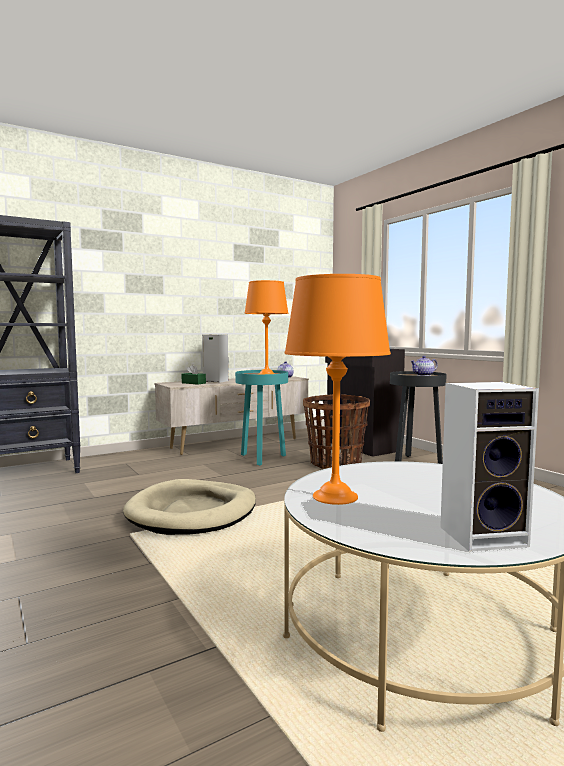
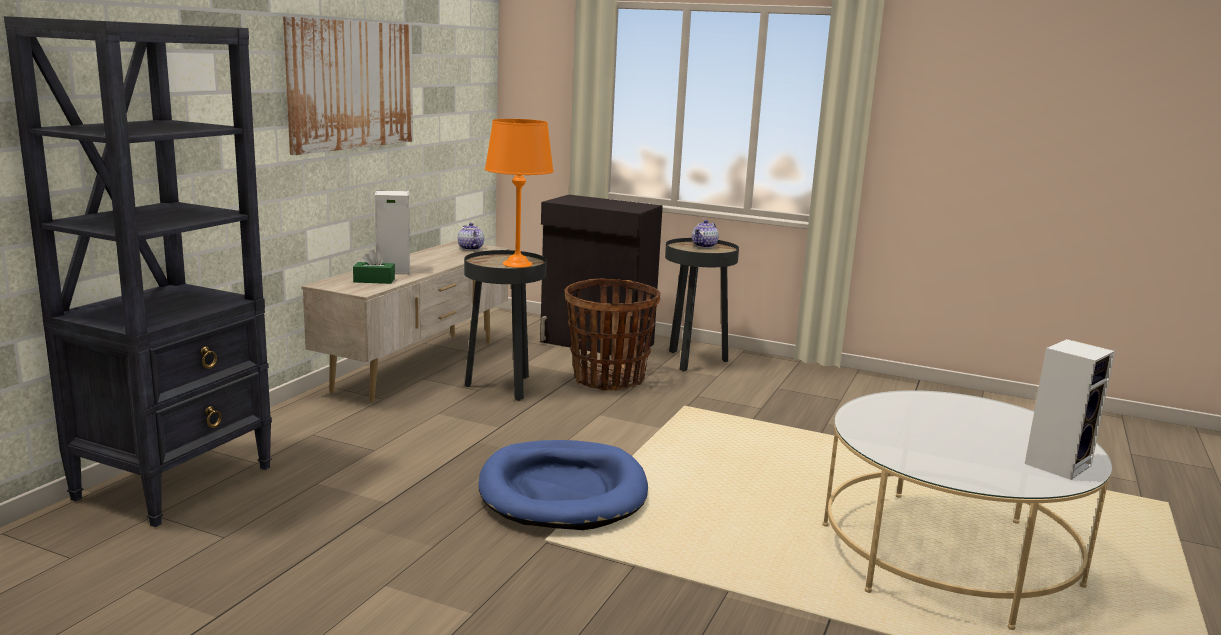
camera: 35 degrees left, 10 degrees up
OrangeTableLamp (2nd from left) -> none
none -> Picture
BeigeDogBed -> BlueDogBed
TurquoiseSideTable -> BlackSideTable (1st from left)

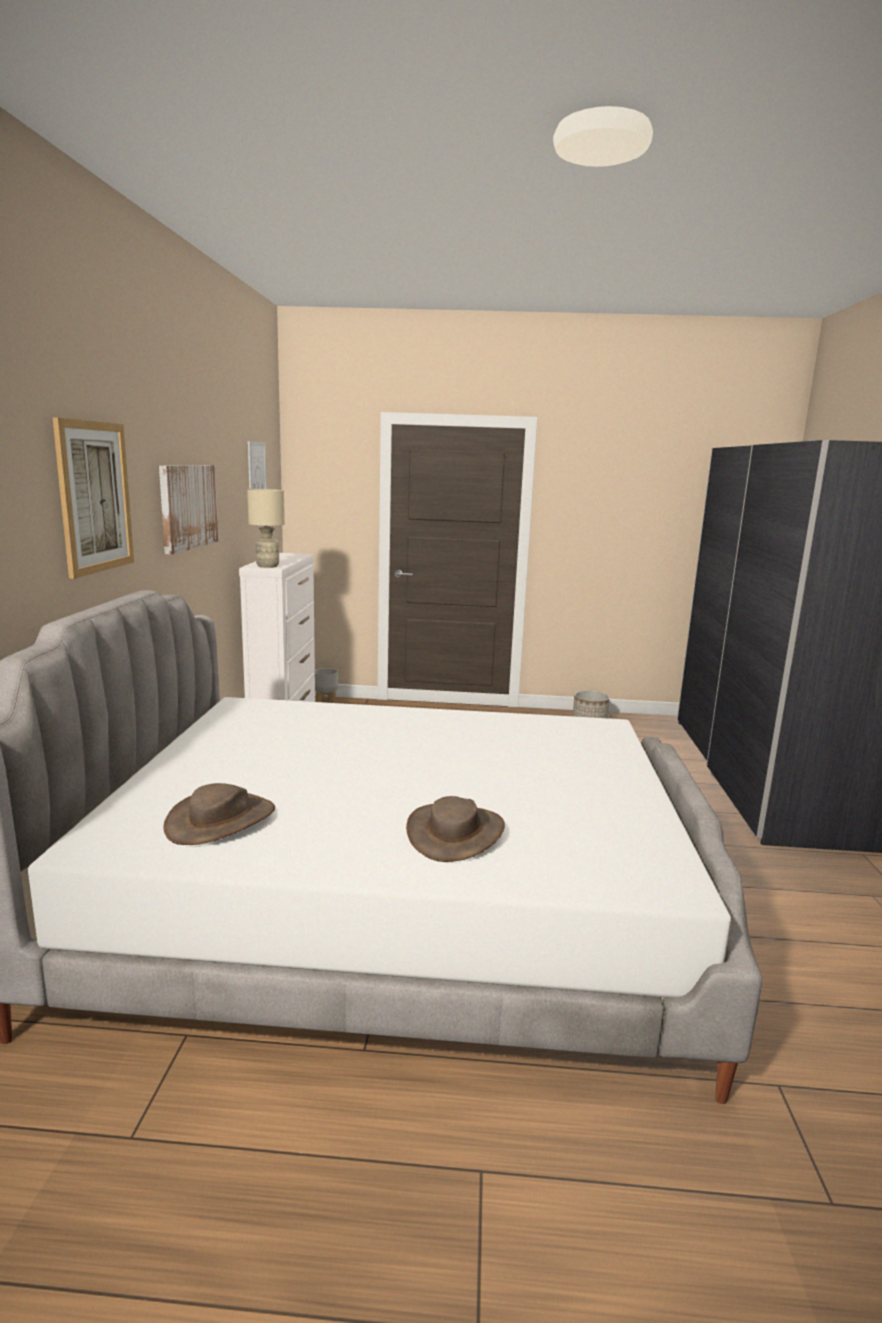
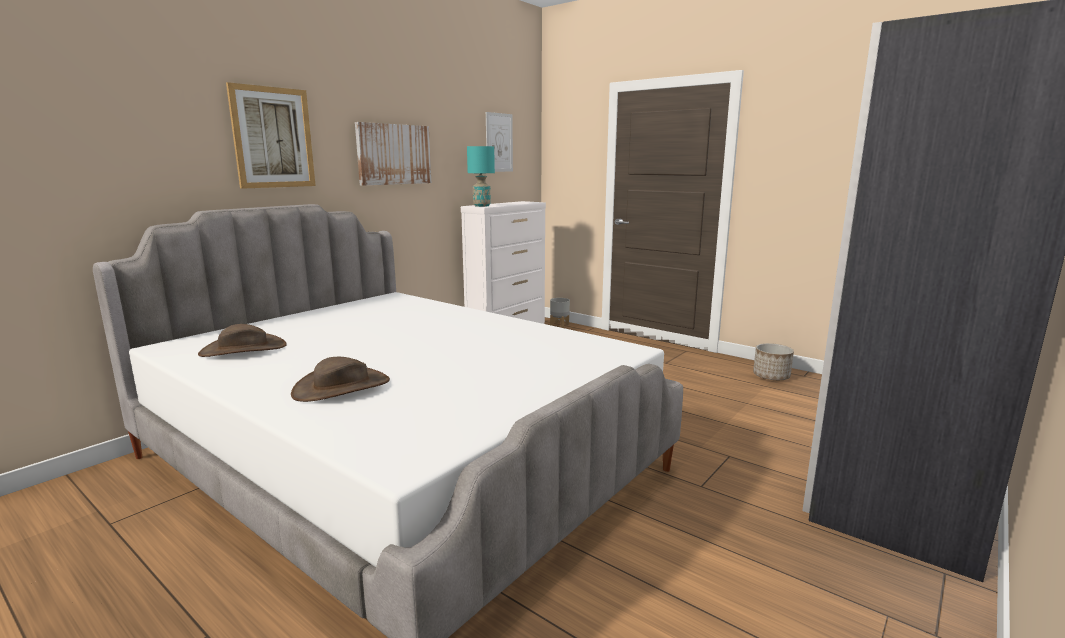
camera: 35 degrees right, 0 degrees up
BeigeTableLamp -> TurquoiseTableLamp

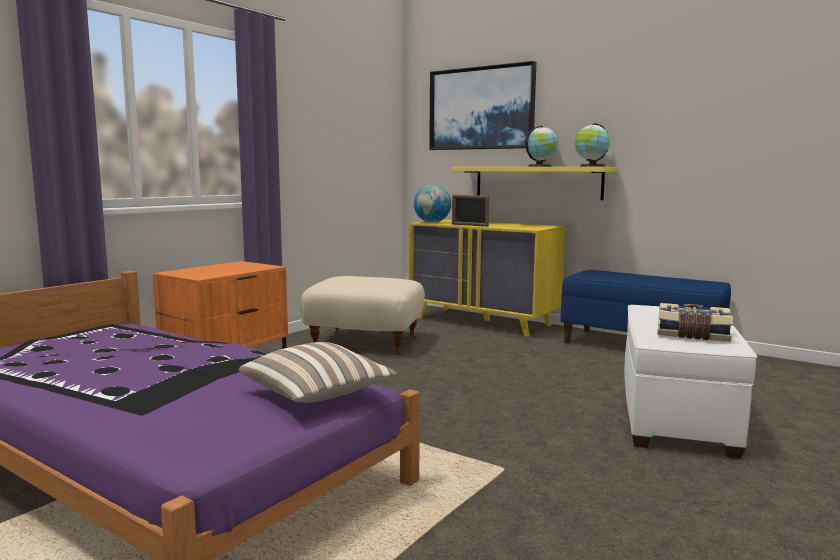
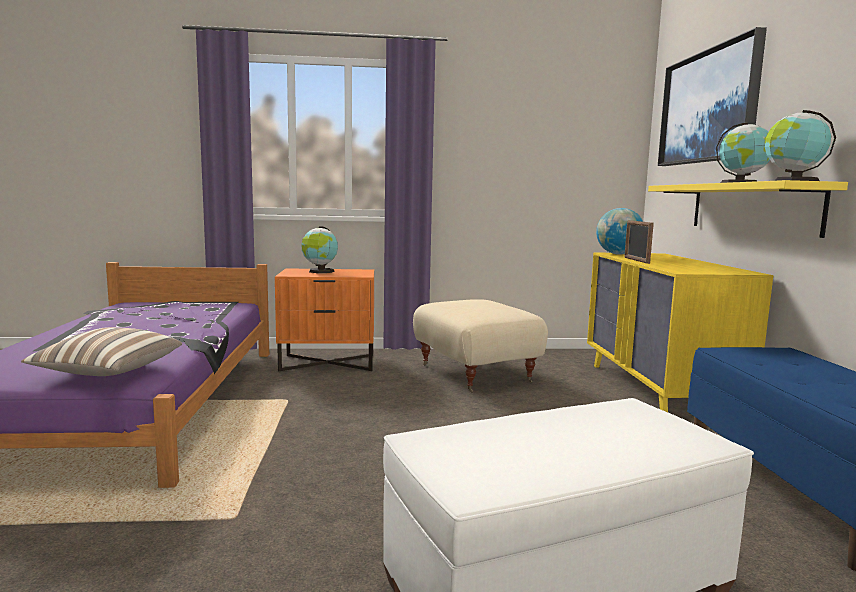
camera: 50 degrees right, 0 degrees up
Book -> none
none -> Globe (1st from left)

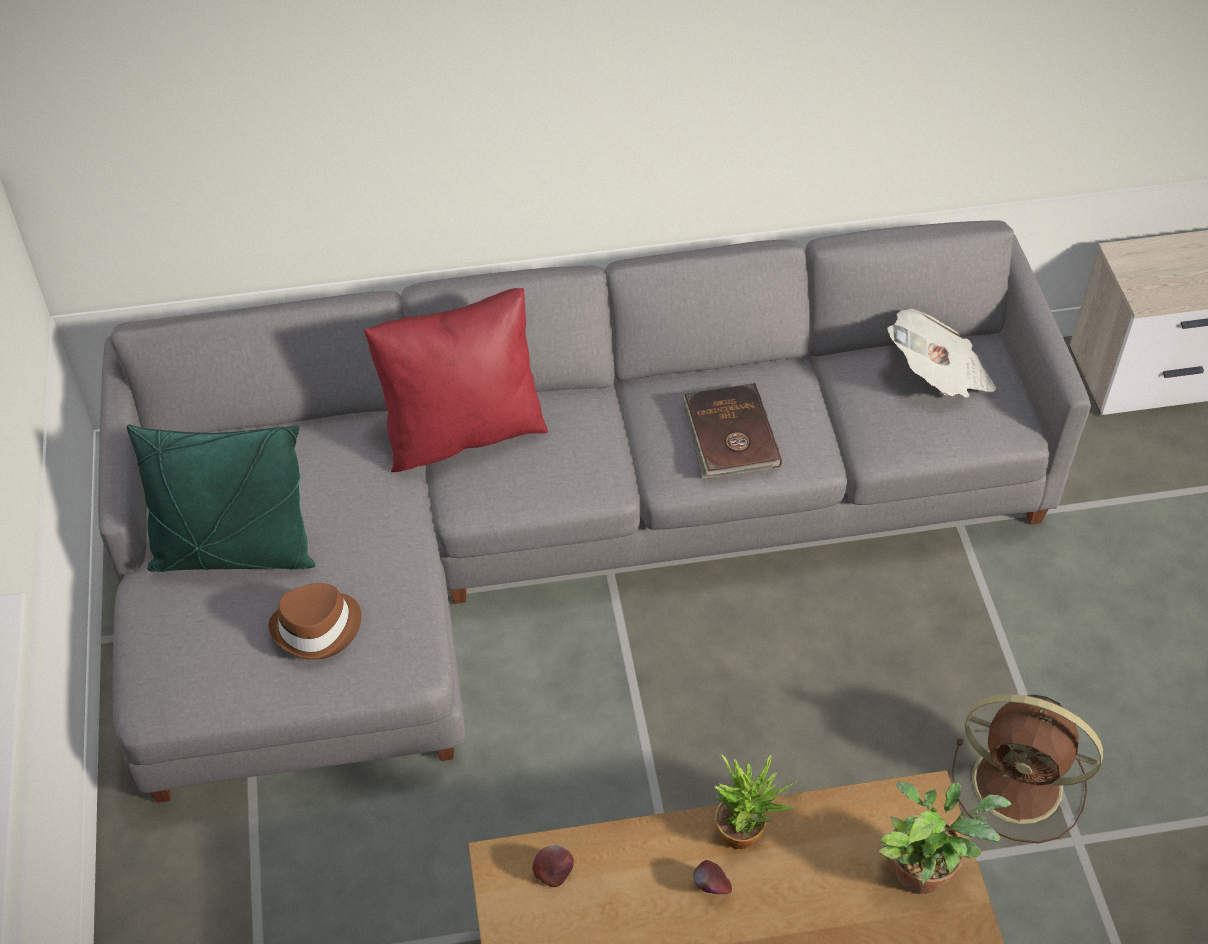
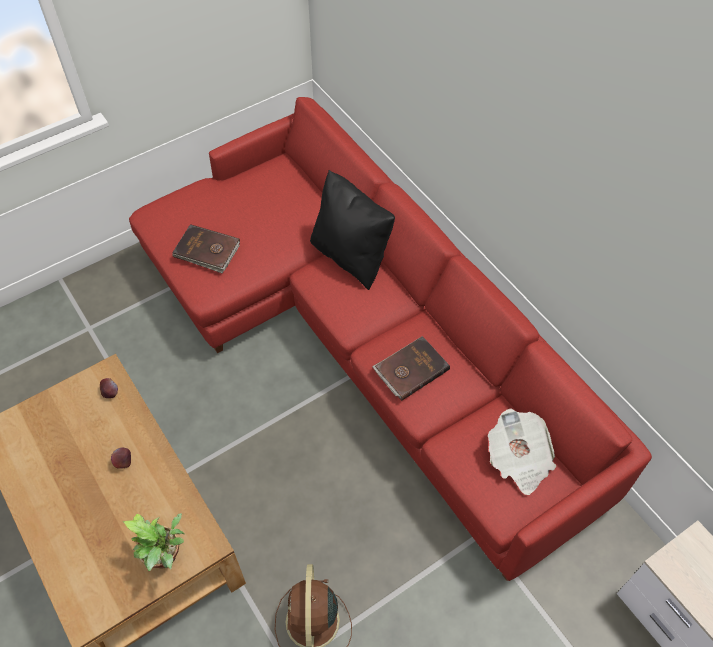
camera: 65 degrees right, 5 degrees up
GreenPillow -> none
PottedPlant (1st from left) -> none
BrownHat -> BrownBook (1st from left)
GreySofa -> RedSofa
RedPillow -> BlackPillow

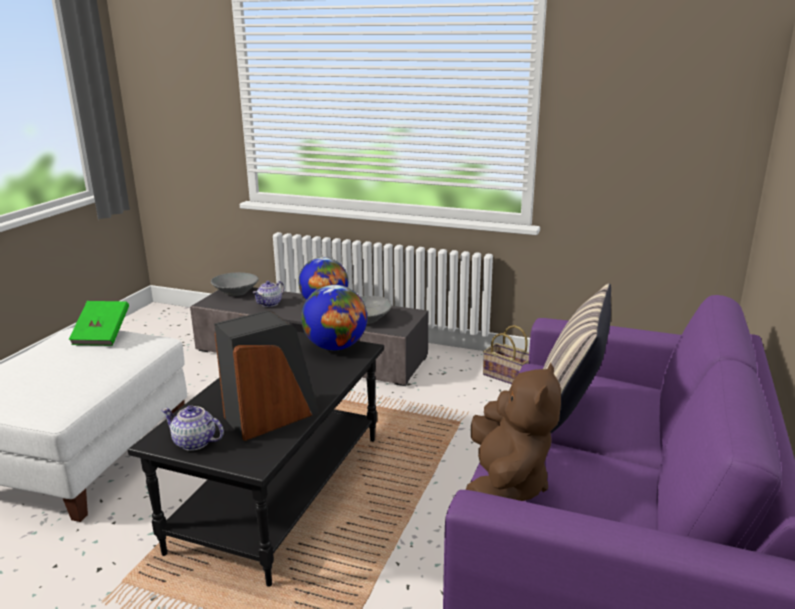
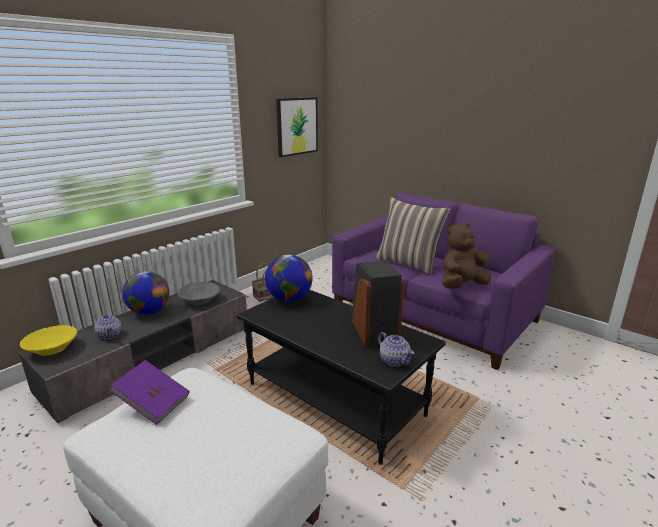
camera: 70 degrees left, 0 degrees up
none -> Picture
GreenBook -> PurpleBook
GreyBowl (1st from left) -> YellowBowl
Teapot (1st from left in the first image) -> Teapot (2nd from left), 75 degrees counterclockwise
BrownPlushToy, 60 degrees counterclockwise

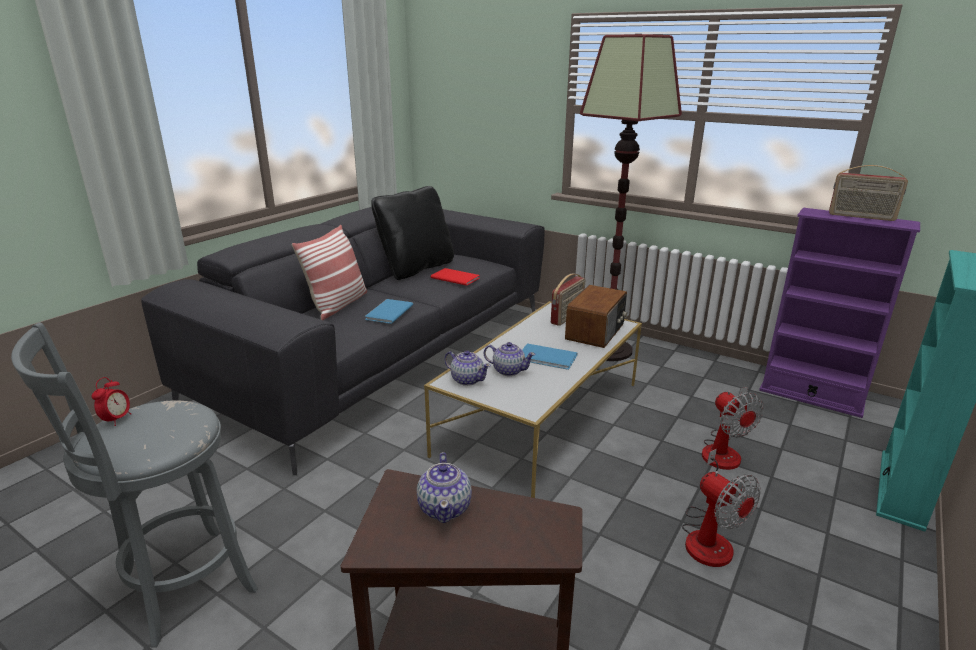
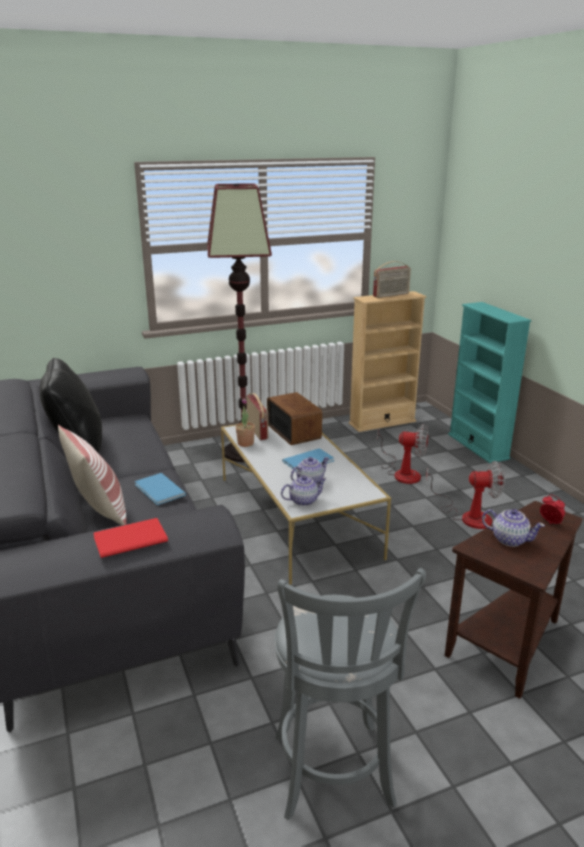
camera: 55 degrees left, 0 degrees up
none -> PottedPlant
AlarmClock, move
RedBook, move
PurpleBookcase -> BeigeBookcase

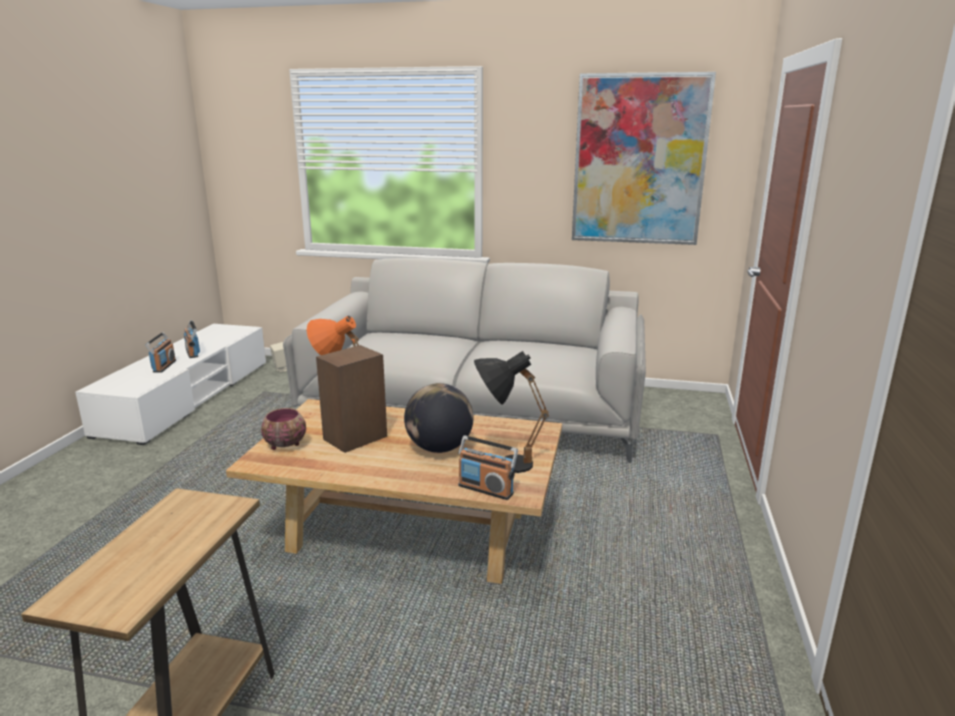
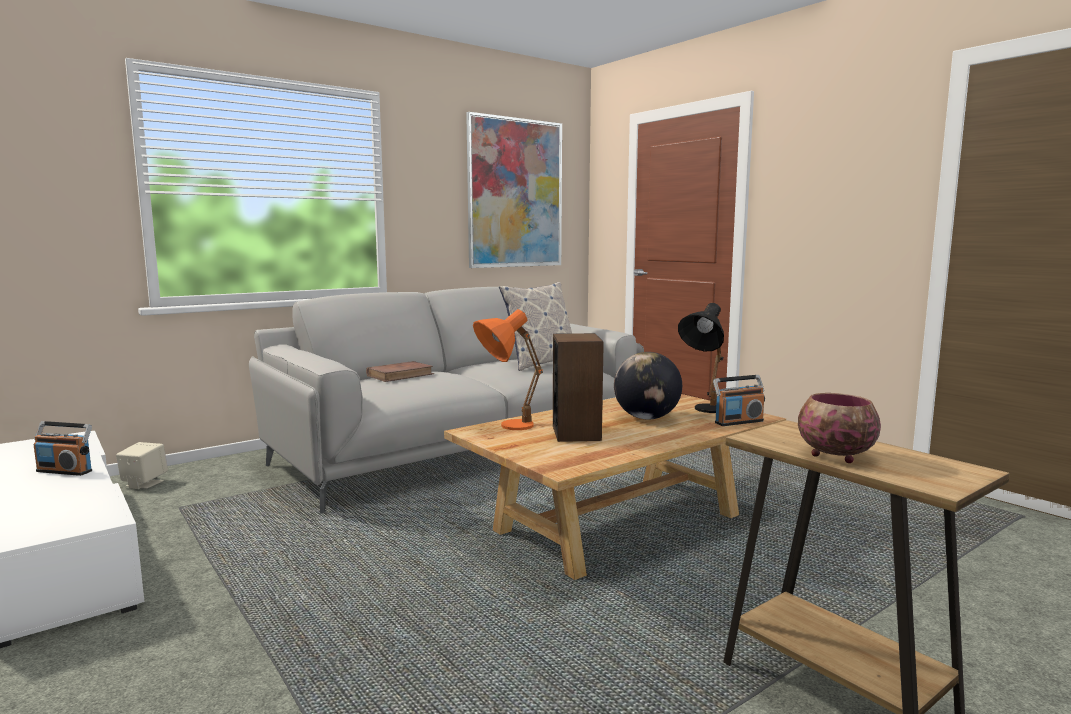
camera: 50 degrees left, 10 degrees down
Radio (1st from left) -> none
none -> BrownBook
none -> Pillow
Bowl, move

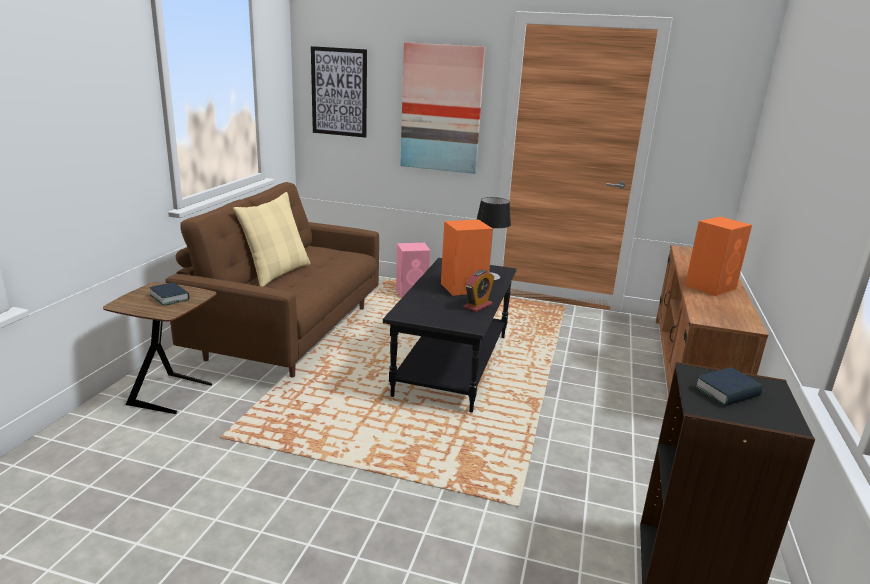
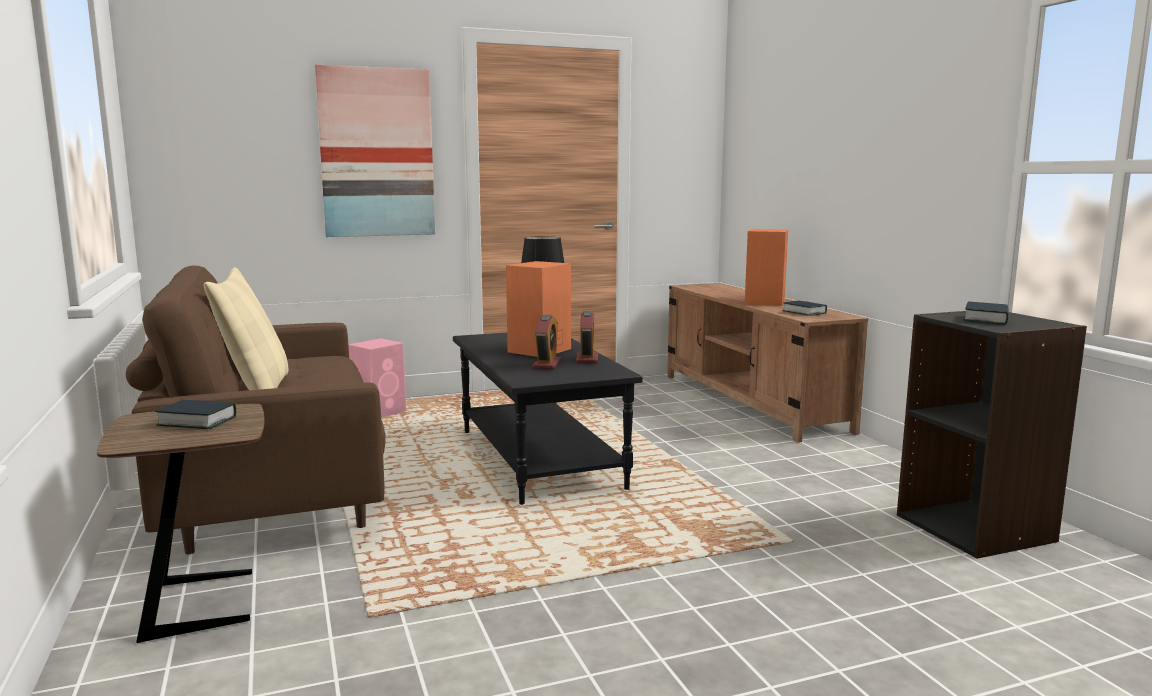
camera: 35 degrees left, 10 degrees down
Picture (1st from left) -> none
none -> AlarmClock (1st from left)
none -> Book (2nd from left)

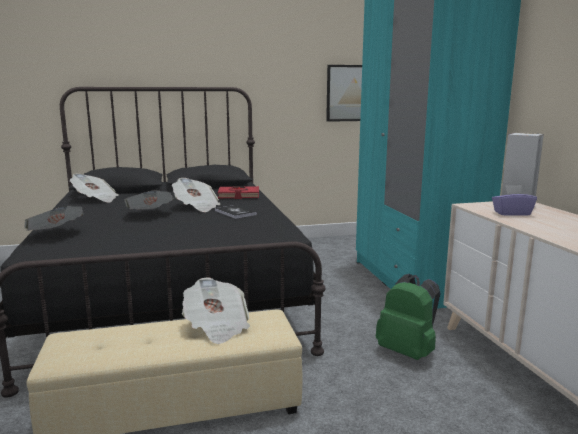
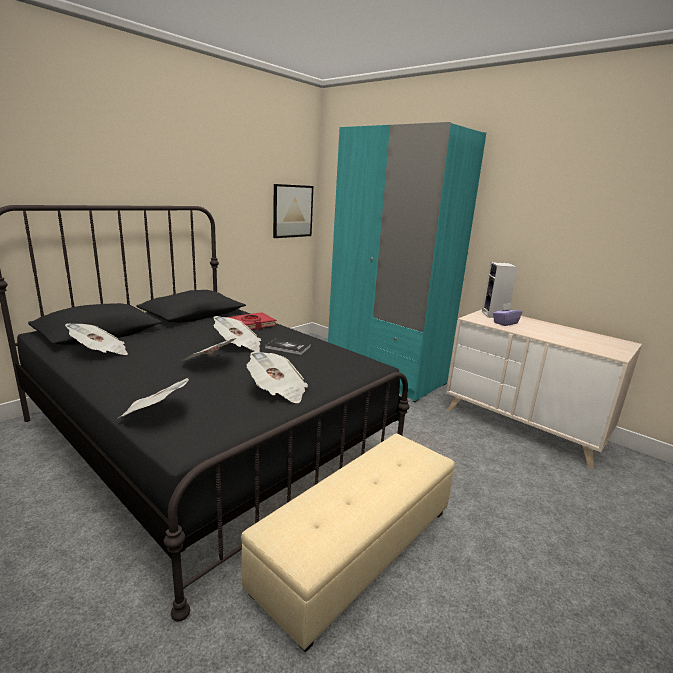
camera: 35 degrees left, 5 degrees up
GreenBackpack -> none
Newspaper (5th from left), move

